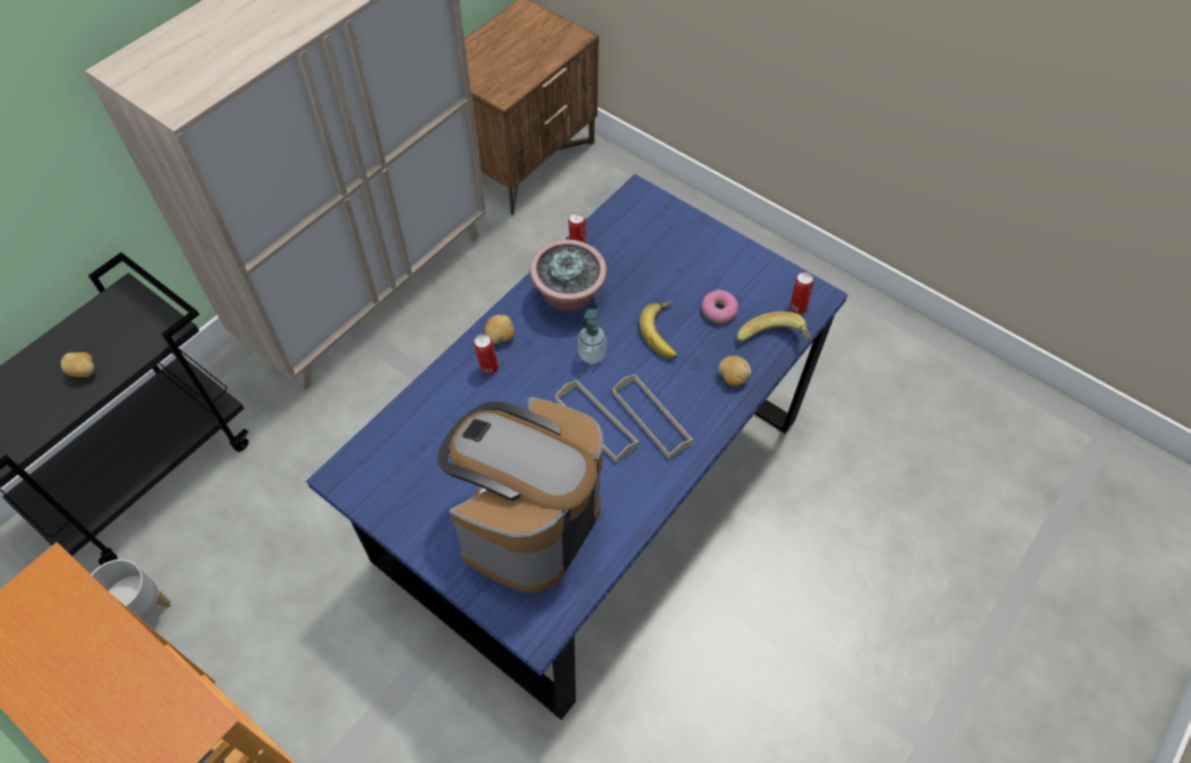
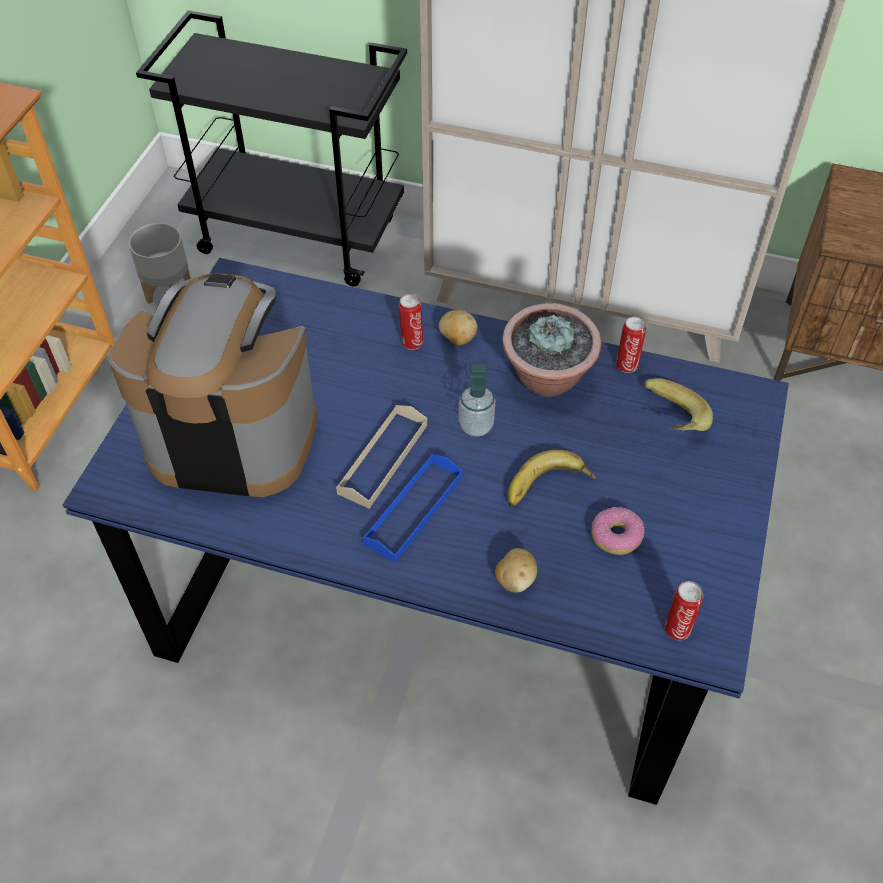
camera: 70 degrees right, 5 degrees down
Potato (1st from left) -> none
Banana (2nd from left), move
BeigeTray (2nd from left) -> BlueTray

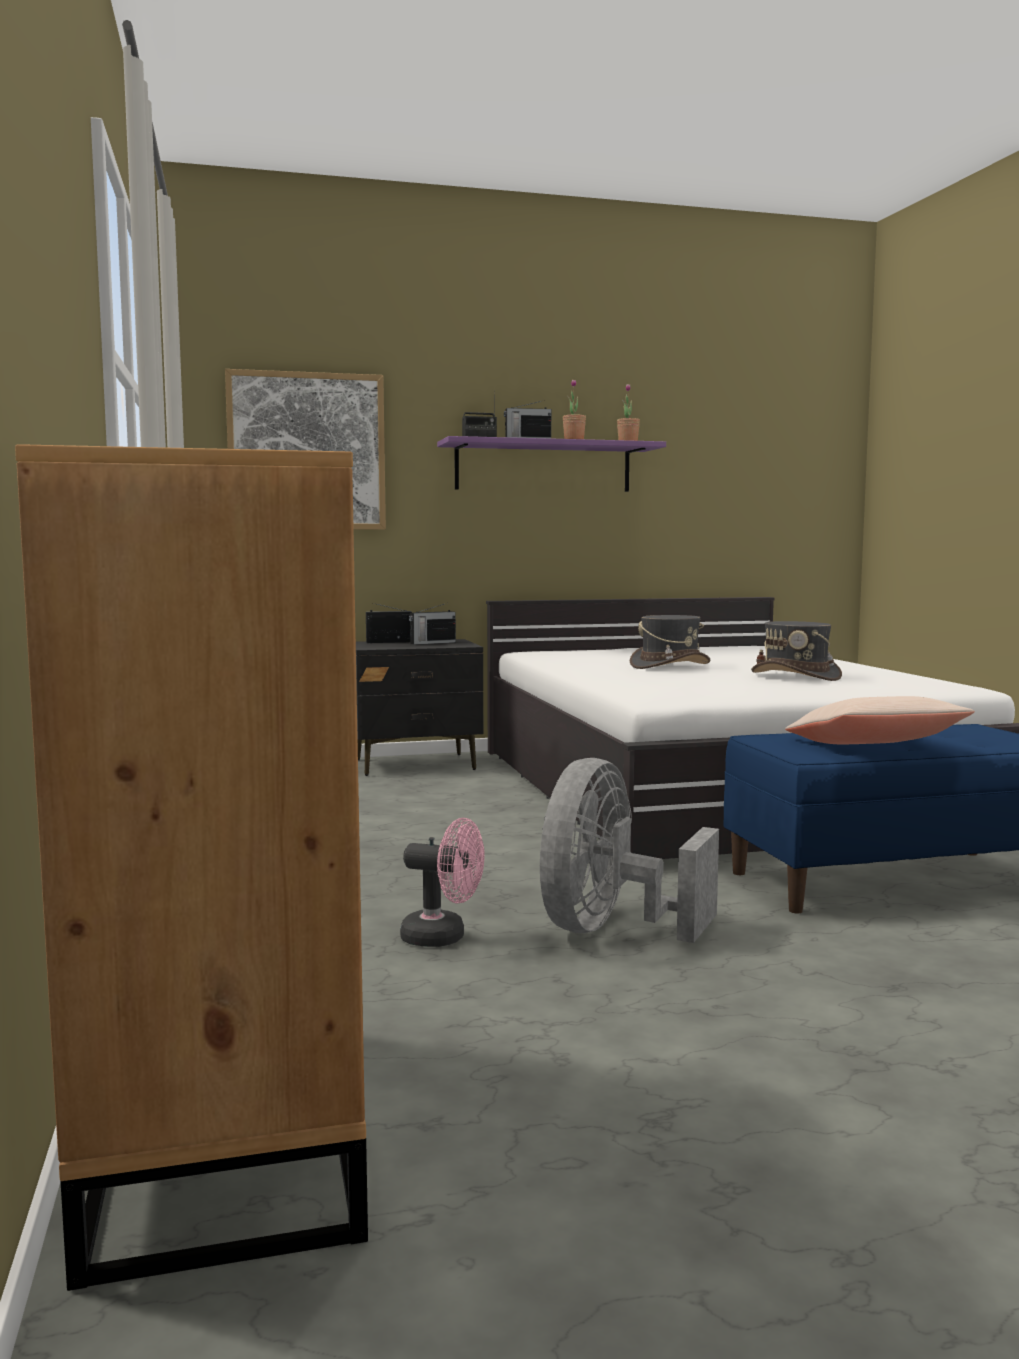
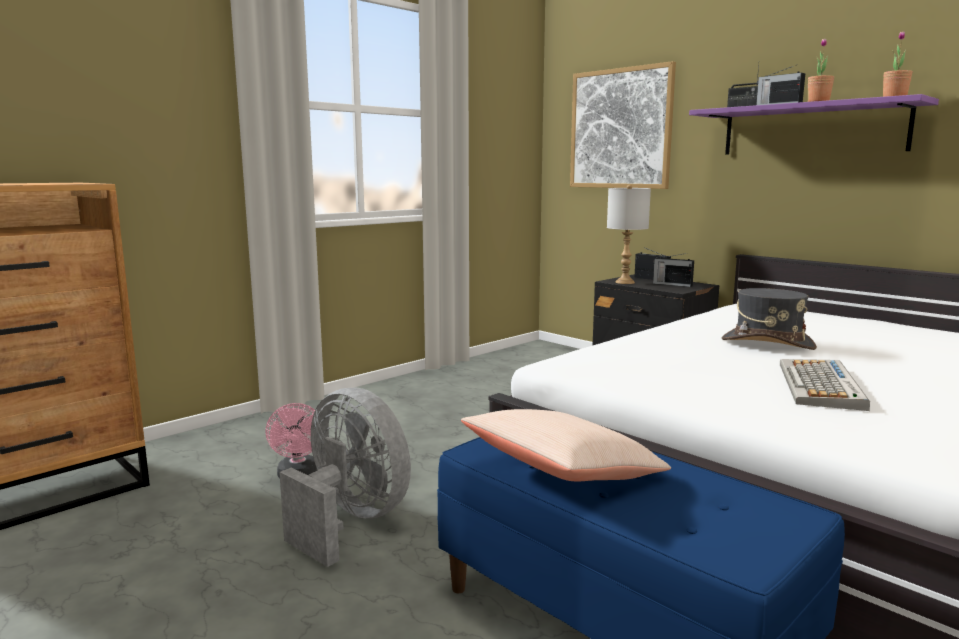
camera: 60 degrees right, 5 degrees up
none -> GreyTableLamp
GreyHat (2nd from left) -> Keyboard
GreyFan, 45 degrees clockwise

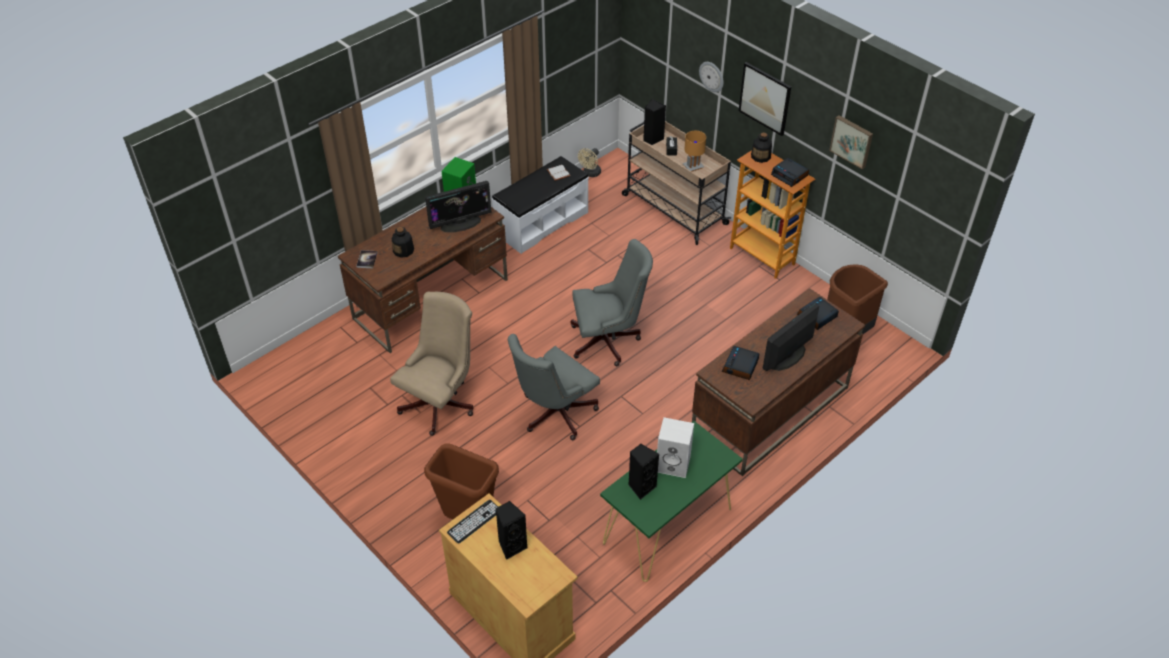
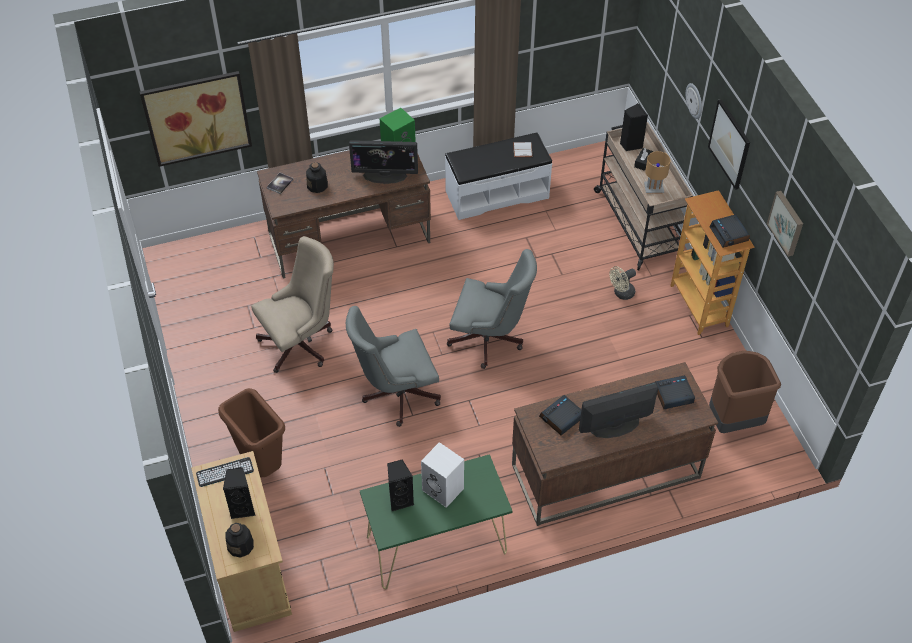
camera: 25 degrees right, 5 degrees up
none -> Picture (1st from left)
BeigeFan, move
Bottle (2nd from left in the first image) -> Bottle (1st from left), move

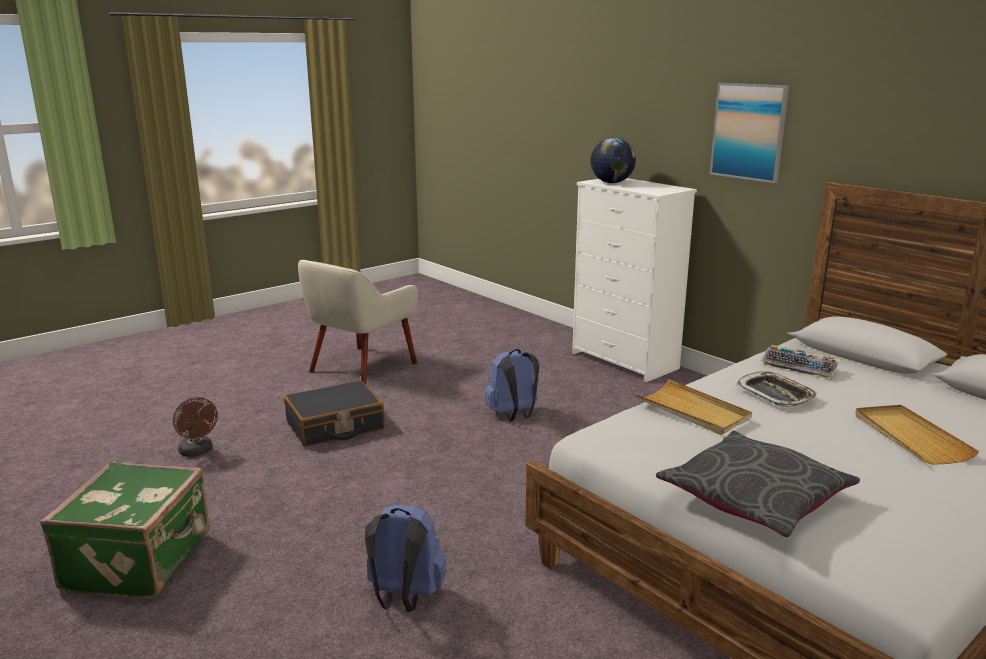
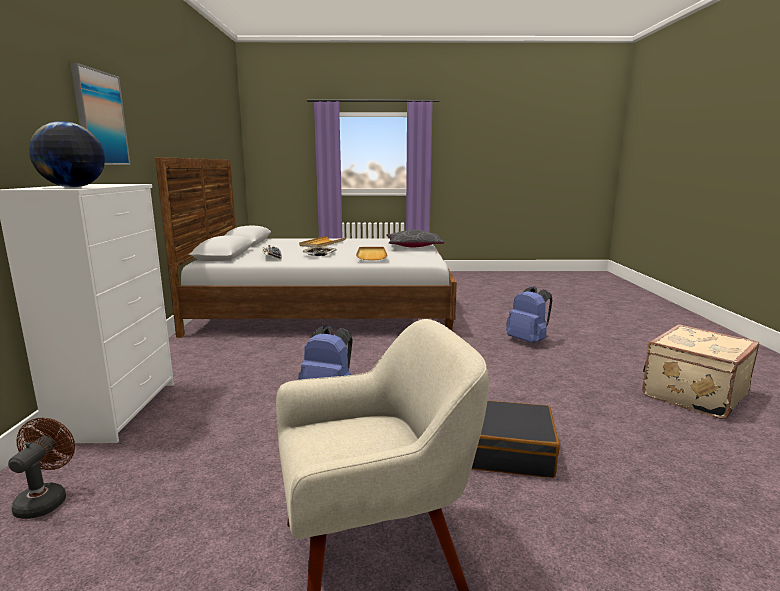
camera: 140 degrees left, 5 degrees down
BrownFan, move
GreenSuitcase -> BeigeSuitcase

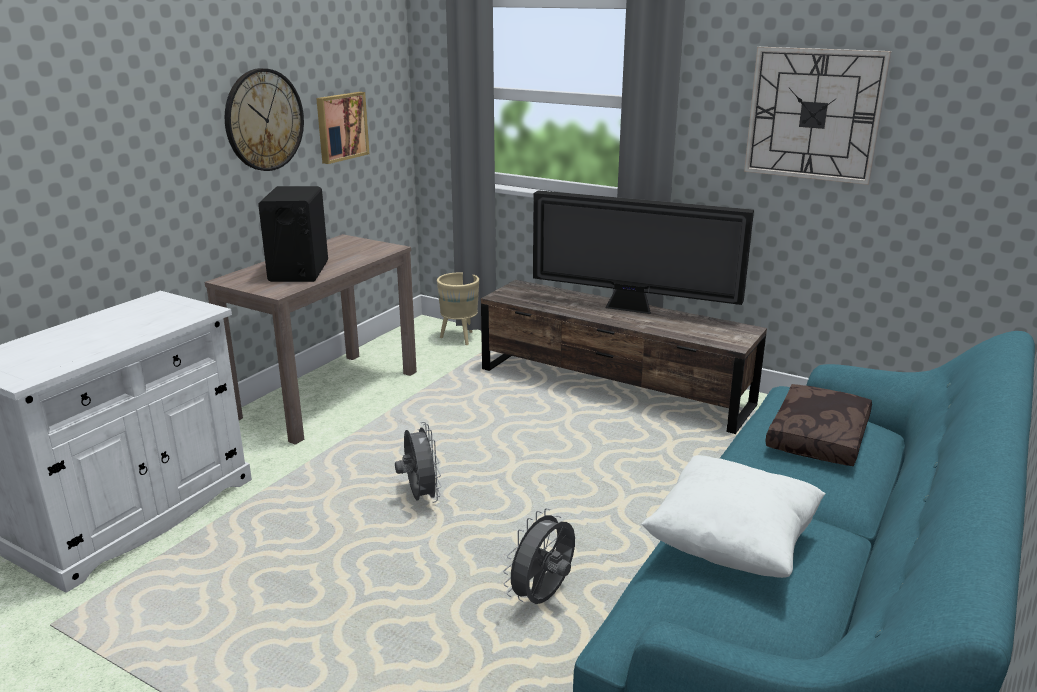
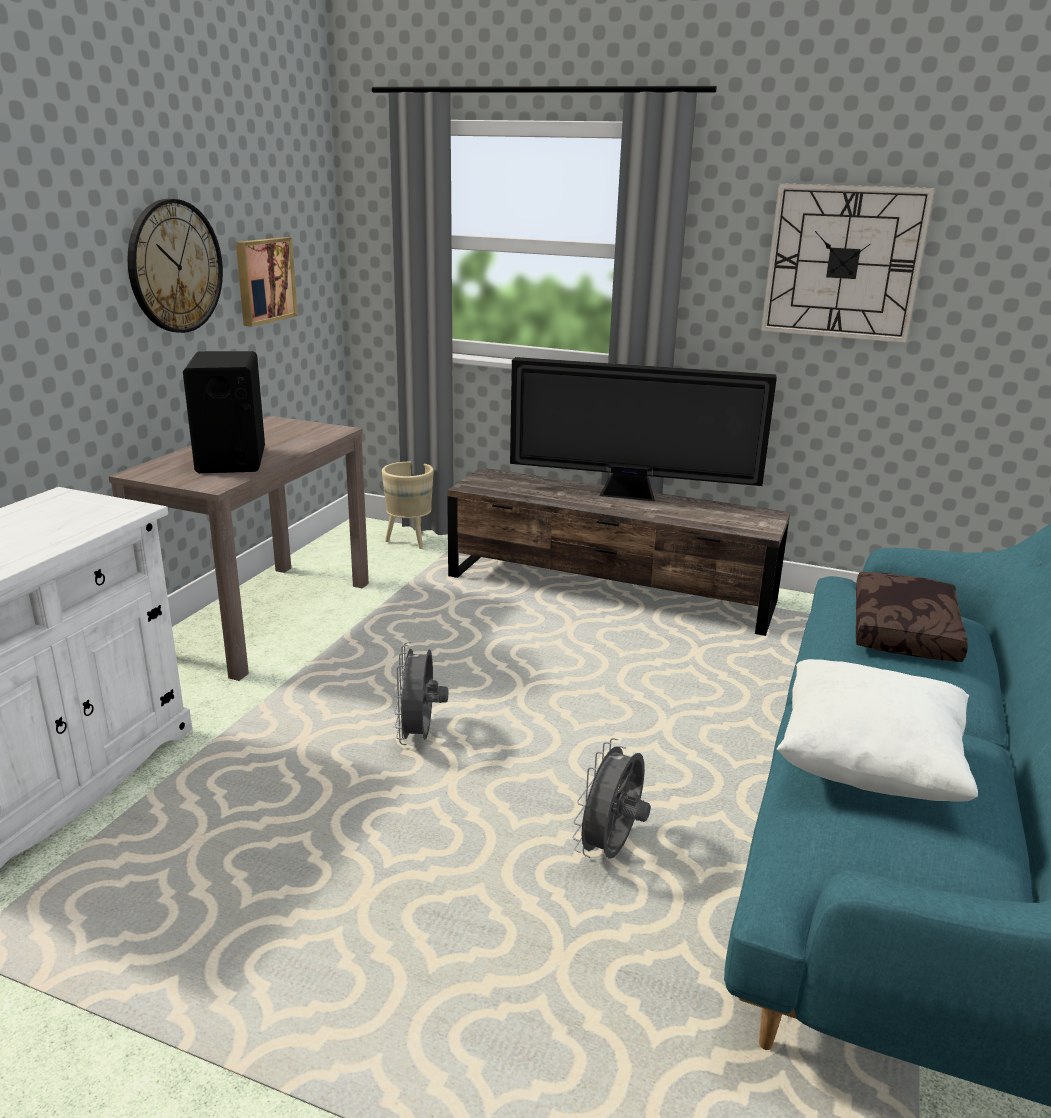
camera: 10 degrees left, 0 degrees up
GreyFan (1st from left), 150 degrees counterclockwise

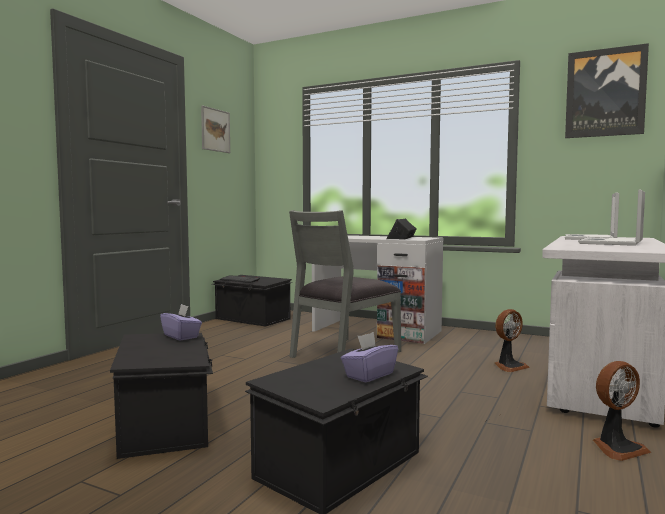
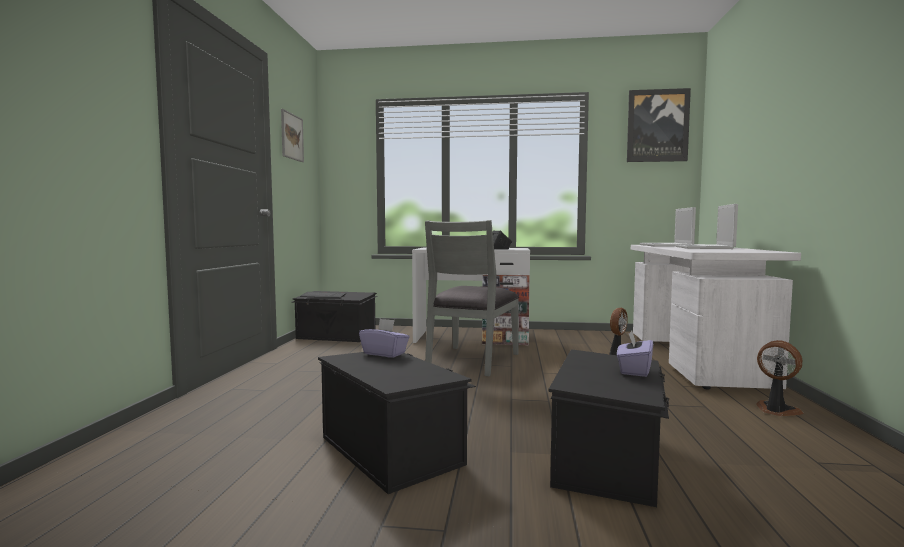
camera: 20 degrees left, 0 degrees up
Fan (2nd from left), 90 degrees counterclockwise

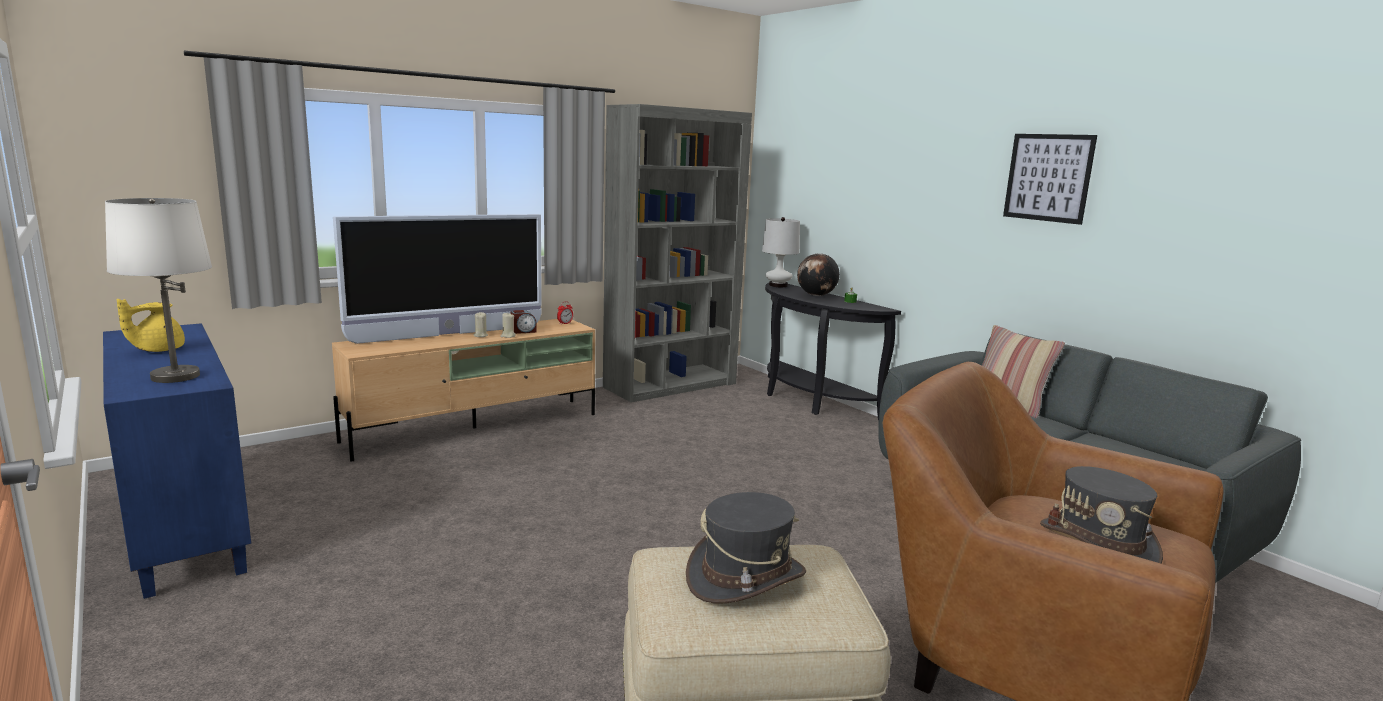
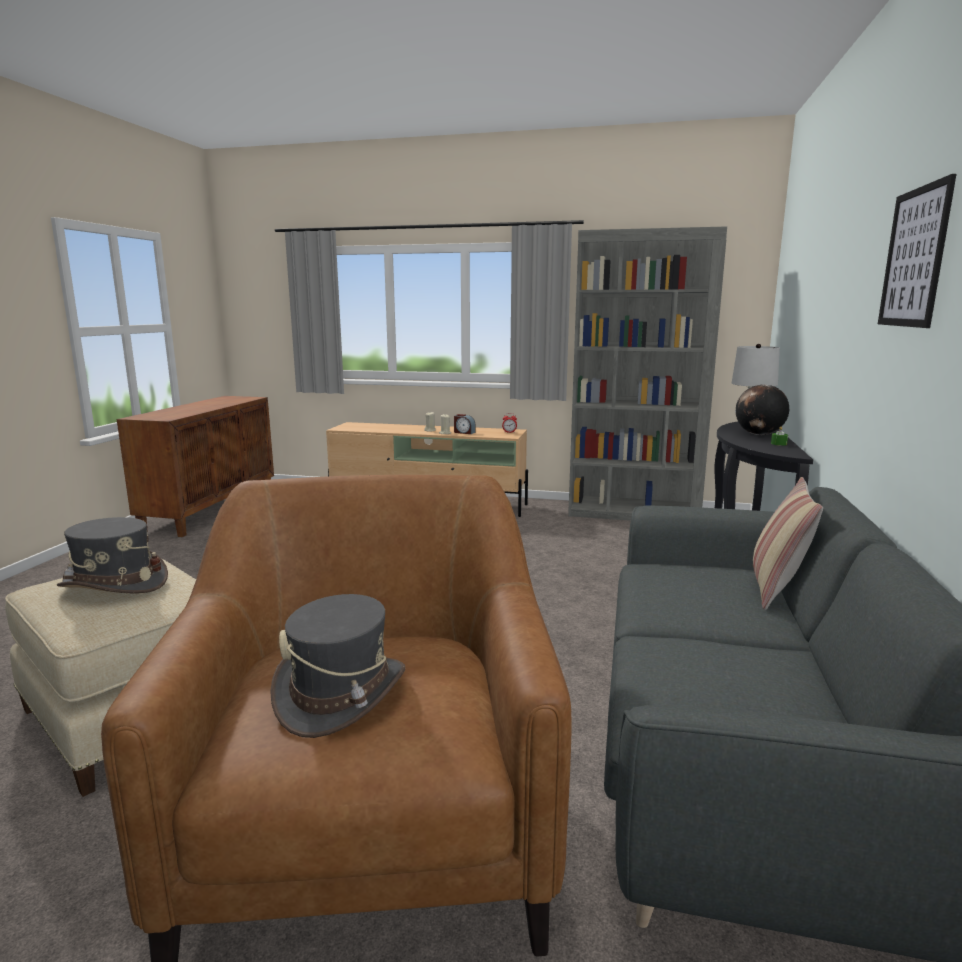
camera: 50 degrees right, 0 degrees up
WhiteTableLamp (1st from left) -> none
YellowTeapot -> none
Television -> none
BlueCabinet -> BrownCabinet

